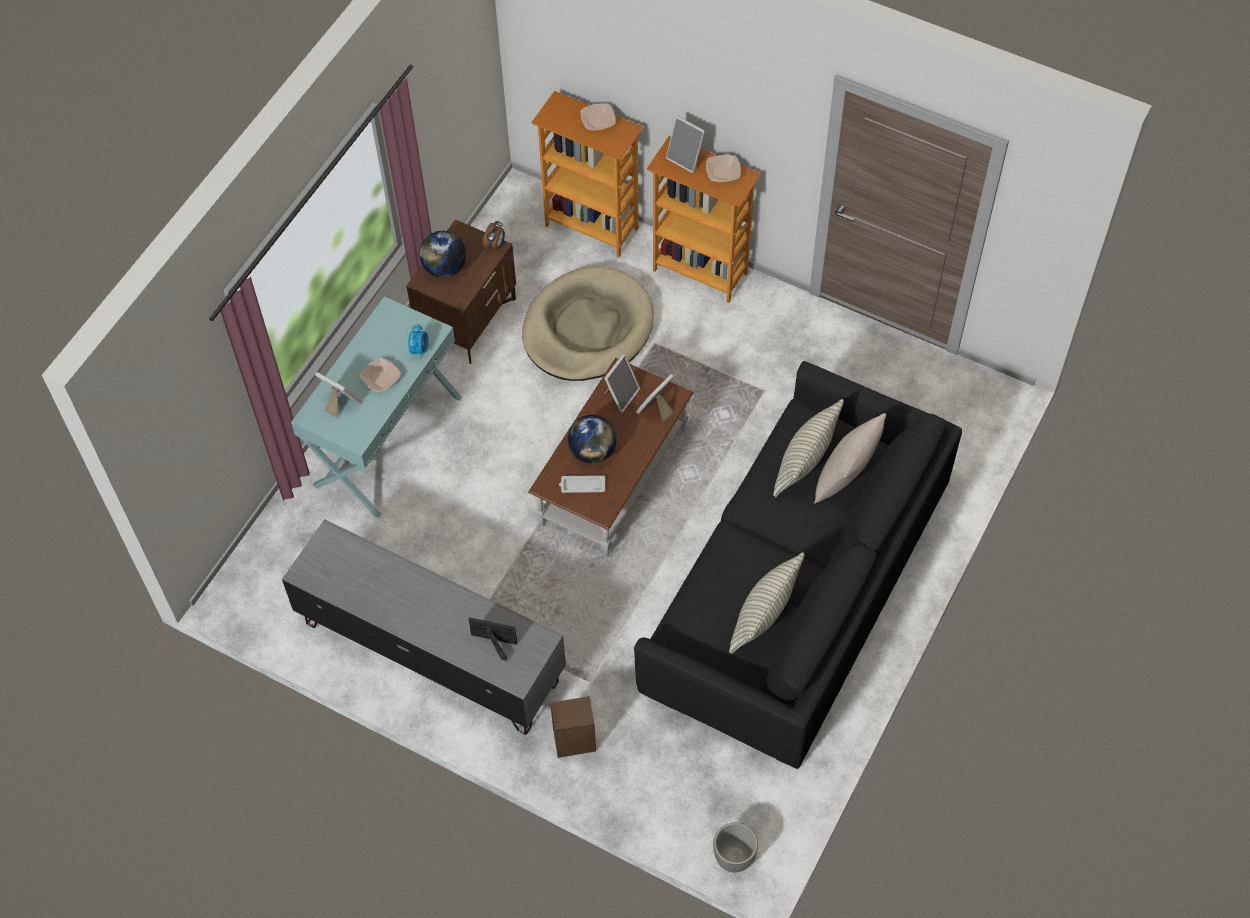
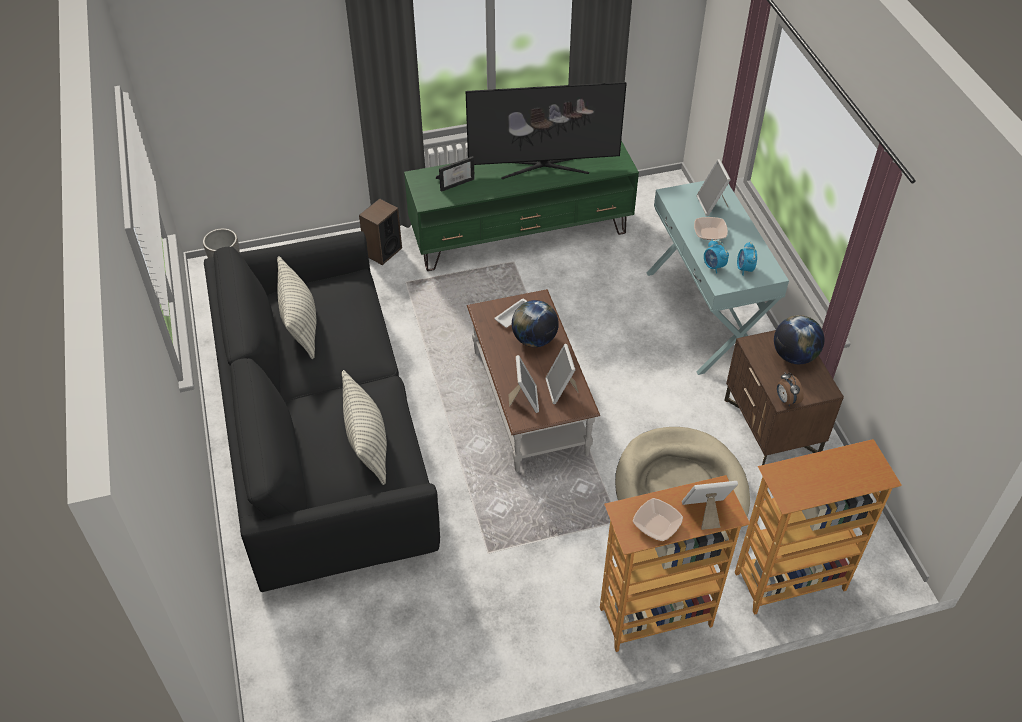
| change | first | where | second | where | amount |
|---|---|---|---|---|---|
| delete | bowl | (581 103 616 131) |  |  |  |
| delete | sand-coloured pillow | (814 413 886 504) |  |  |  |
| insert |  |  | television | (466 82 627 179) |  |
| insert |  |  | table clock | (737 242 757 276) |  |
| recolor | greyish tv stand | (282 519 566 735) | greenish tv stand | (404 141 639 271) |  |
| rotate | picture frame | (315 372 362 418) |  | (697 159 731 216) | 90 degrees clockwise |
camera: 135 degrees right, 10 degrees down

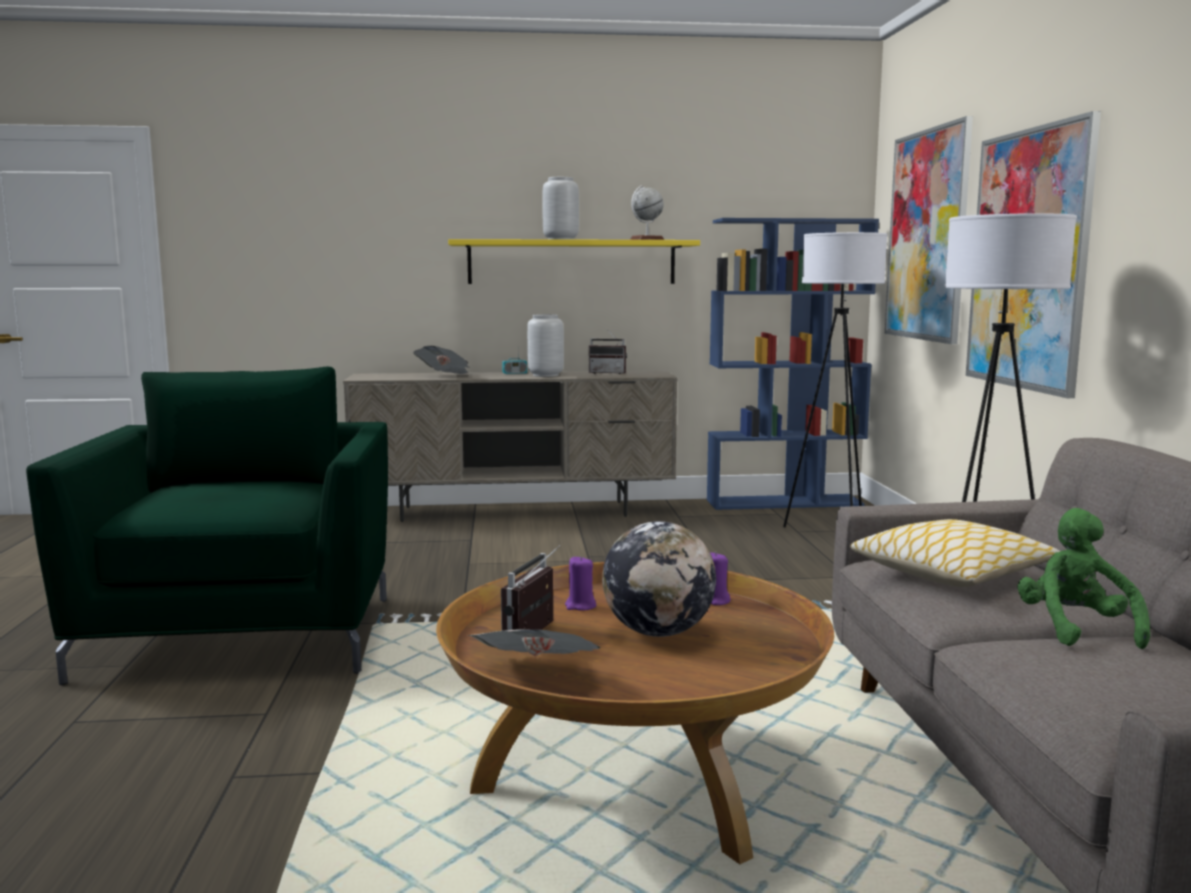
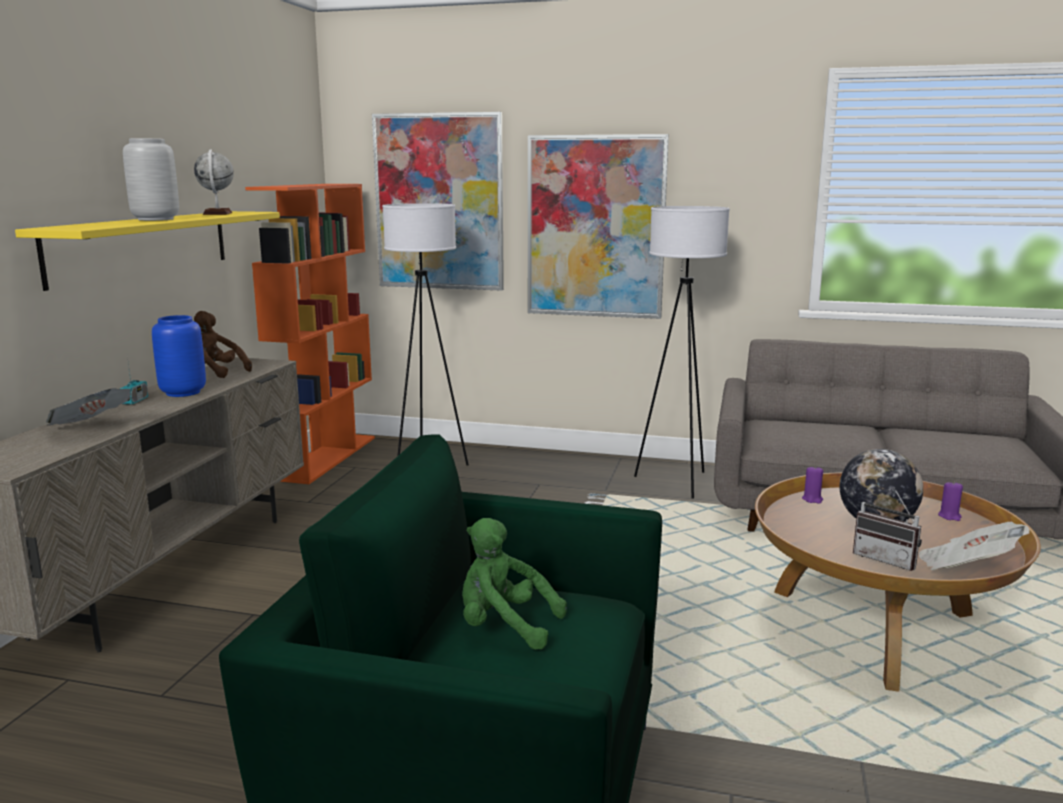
| change | first | where | second | where | amount |
|---|---|---|---|---|---|
| delete | pillow | (851 519 1060 587) |  |  |  |
| move | purplish wax light | (565 556 596 611) |  | (938 481 963 521) |  |
| move | greenish cuddly toy | (1017 508 1150 649) |  | (462 518 567 650) |  |
| replace | radio | (589 329 627 374) | brownish cuddly toy | (194 311 252 378) |  |
| recolor | greyish vase | (527 314 564 377) | bluish vase | (152 315 206 397) |  |
| recolor | bluish bookshelf | (707 218 879 510) | orange-coloured bookshelf | (245 184 375 484) |  |
camera: 70 degrees left, 5 degrees up

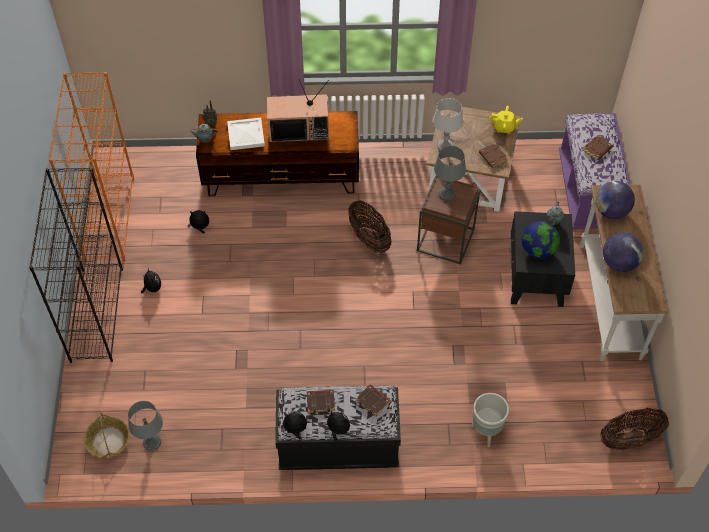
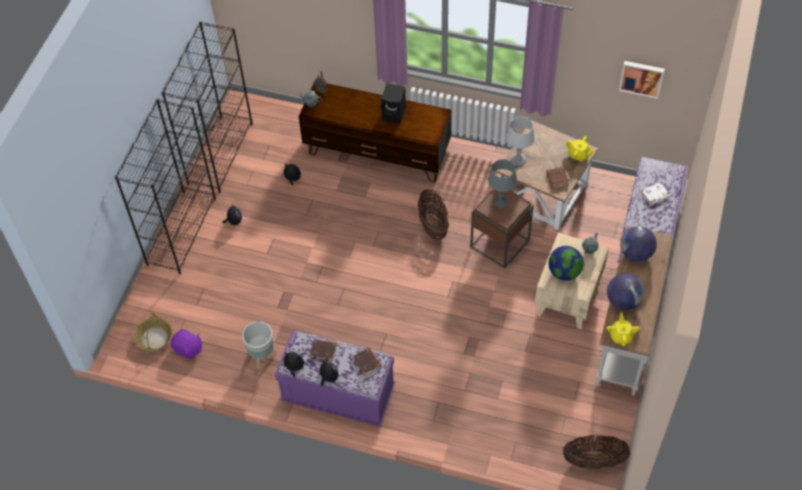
| change | first | where | second | where | amount |
|---|---|---|---|---|---|
| delete | white carrying tray | (227 118 265 150) |  |  |  |
| insert |  |  | yellow tea pot | (607 312 640 346) |  |
| insert |  |  | wall picture | (619 61 665 99) |  |
| move | greyish planter | (470 393 509 447) |  | (242 321 277 370) |  |
| replace | greyish tabletop lamp | (128 401 163 451) | purplish cuddly toy | (171 329 202 360) |  |
| replace | television | (267 80 329 142) | blackish audio speaker | (381 83 406 123) |  |
| recolor | orange-coloured bookshelf | (49 72 134 262) | blackish bookshelf | (162 21 253 193) |  |
| recolor | blackish bench | (275 386 401 470) | purplish bench | (275 331 395 426) |  |
| recolor | blackish end table | (510 211 575 307) | sand-coloured end table | (535 233 609 330) |  |
| recolor | brownish bound book | (583 135 613 160) | white bound book | (641 182 670 205) |  |
camera: 20 degrees right, 0 degrees up

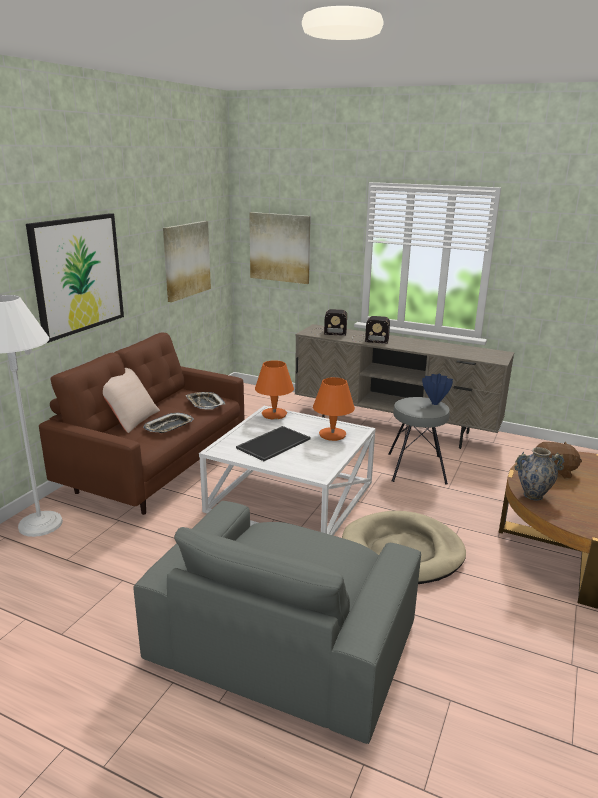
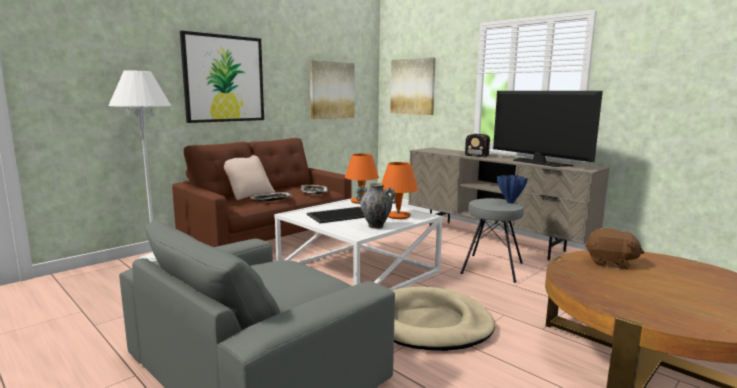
| change | first | where | second | where | amount |
|---|---|---|---|---|---|
| delete | radio | (311 309 347 336) |  |  |  |
| insert |  |  | television | (493 91 603 167) |  |
| move | vase | (514 447 565 501) |  | (356 183 396 229) |  |
camera: 20 degrees right, 10 degrees down

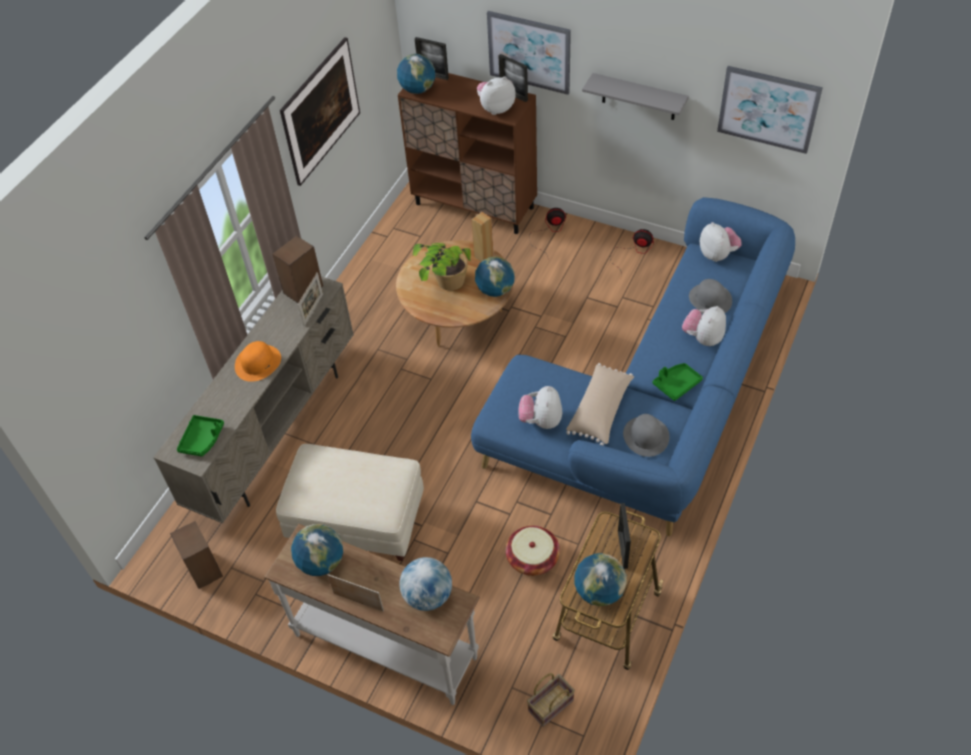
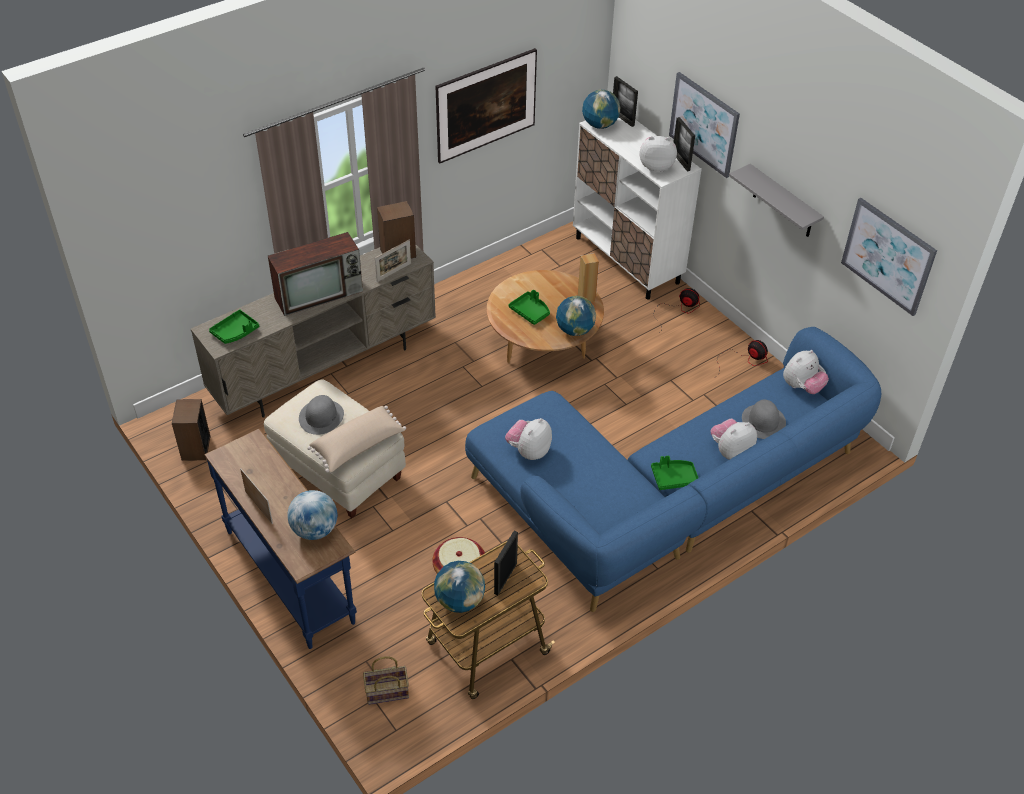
| change | first | where | second | where | amount |
|---|---|---|---|---|---|
| delete | world globe | (291 524 343 576) |  |  |  |
| move | sand-coloured pillow | (566 363 634 445) |  | (307 406 406 473) |  |
| move | greyish clothing hat | (623 414 670 457) |  | (299 395 344 435) |  |
| replace | orange-coloured clothing hat | (235 341 281 382) | television | (268 232 363 316) |  |
| replace | plant in a pot | (412 242 471 291) | greenish carrying tray | (509 290 550 325) |  |
| recolor | white console table | (264 524 480 705) | bluish console table | (204 428 357 649) |  |
| recolor | brownish cupboard | (398 73 537 234) | white cupboard | (573 117 702 299) |  |
| rotate | cuddly toy | (700 222 742 262) |  | (783 350 829 394) | 45 degrees clockwise |
camera: 25 degrees right, 5 degrees down

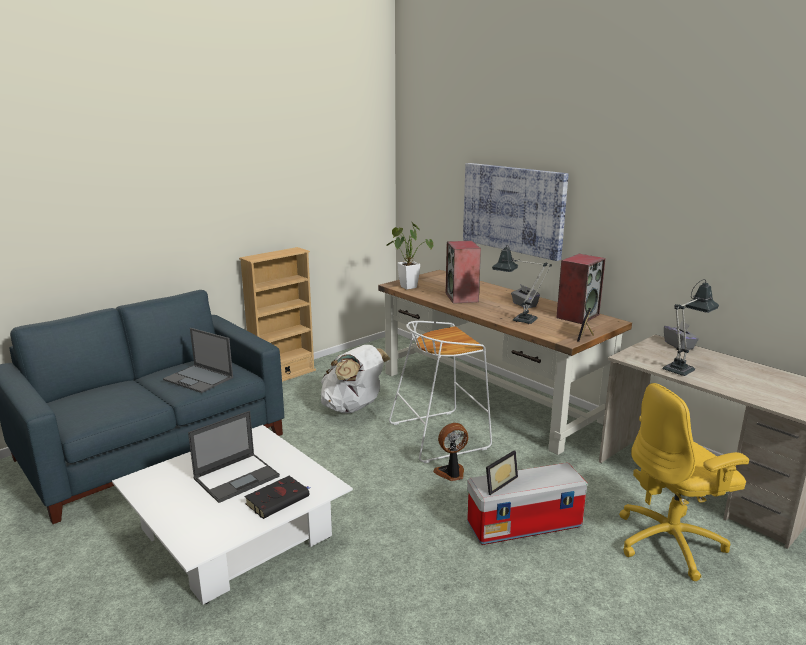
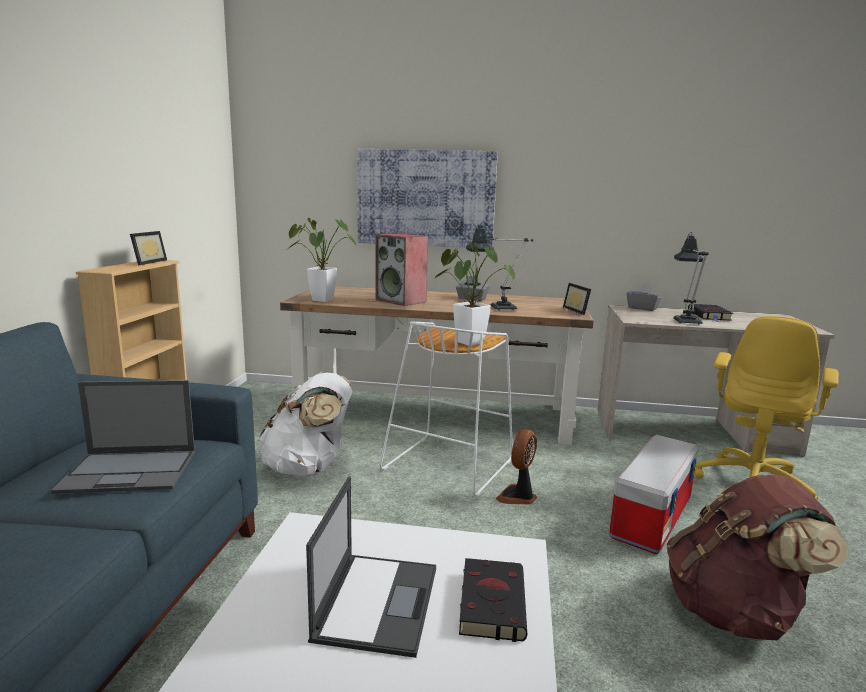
| change | first | where | second | where | amount |
|---|---|---|---|---|---|
| delete | audio speaker | (556 254 606 324) |  |  |  |
| insert |  |  | plant in a pot | (434 242 515 346) |  |
| insert |  |  | brownish knapsack | (667 474 848 640) |  |
| insert |  |  | blackish bound book | (688 304 733 322) |  |
| move | picture frame | (486 450 518 495) |  | (130 231 167 266) |  |
camera: 40 degrees left, 5 degrees down

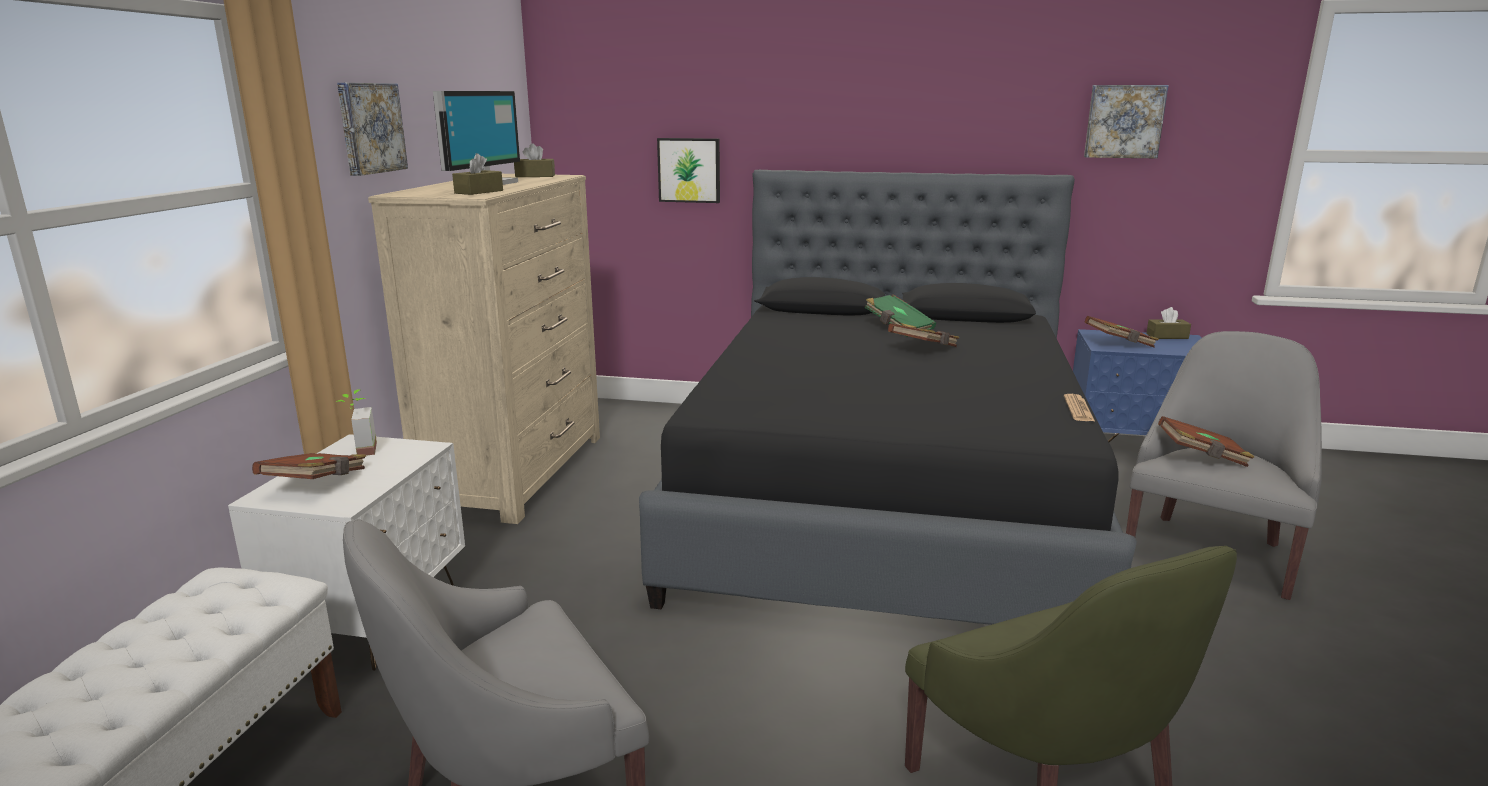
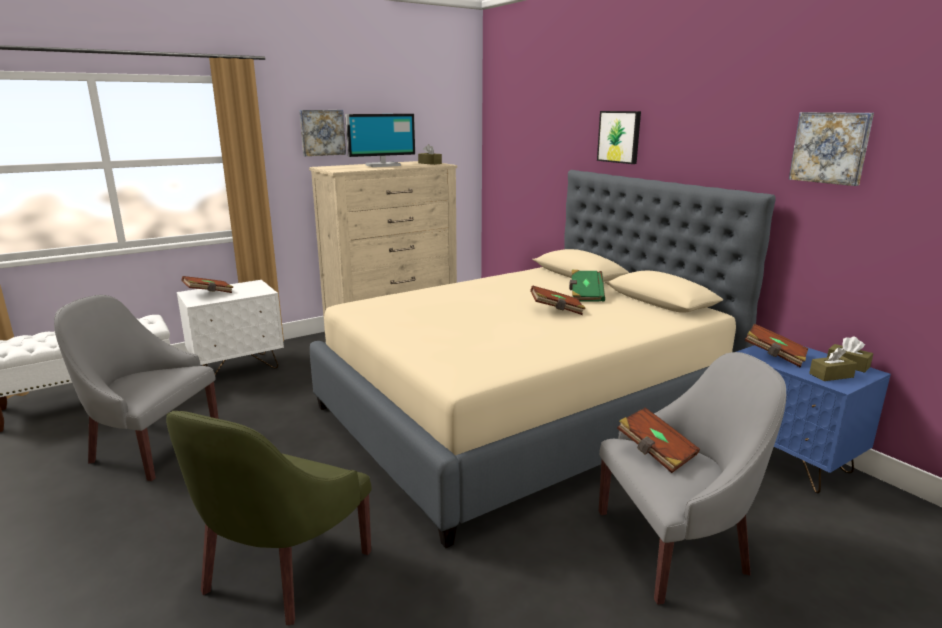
| change | first | where | second | where | amount |
|---|---|---|---|---|---|
| delete | plant in a pot | (336 389 377 456) |  |  |  |
| delete | newspaper | (1064 394 1095 421) |  |  |  |
| move | brownish tissue holder | (452 153 503 195) |  | (809 347 857 381) |  |
| move | wall picture | (657 138 720 203) |  | (597 111 641 164) |  |
| recolor | blackish bed | (639 170 1137 625) | sand-coloured bed | (310 170 776 548) |  |
camera: 45 degrees right, 0 degrees up

